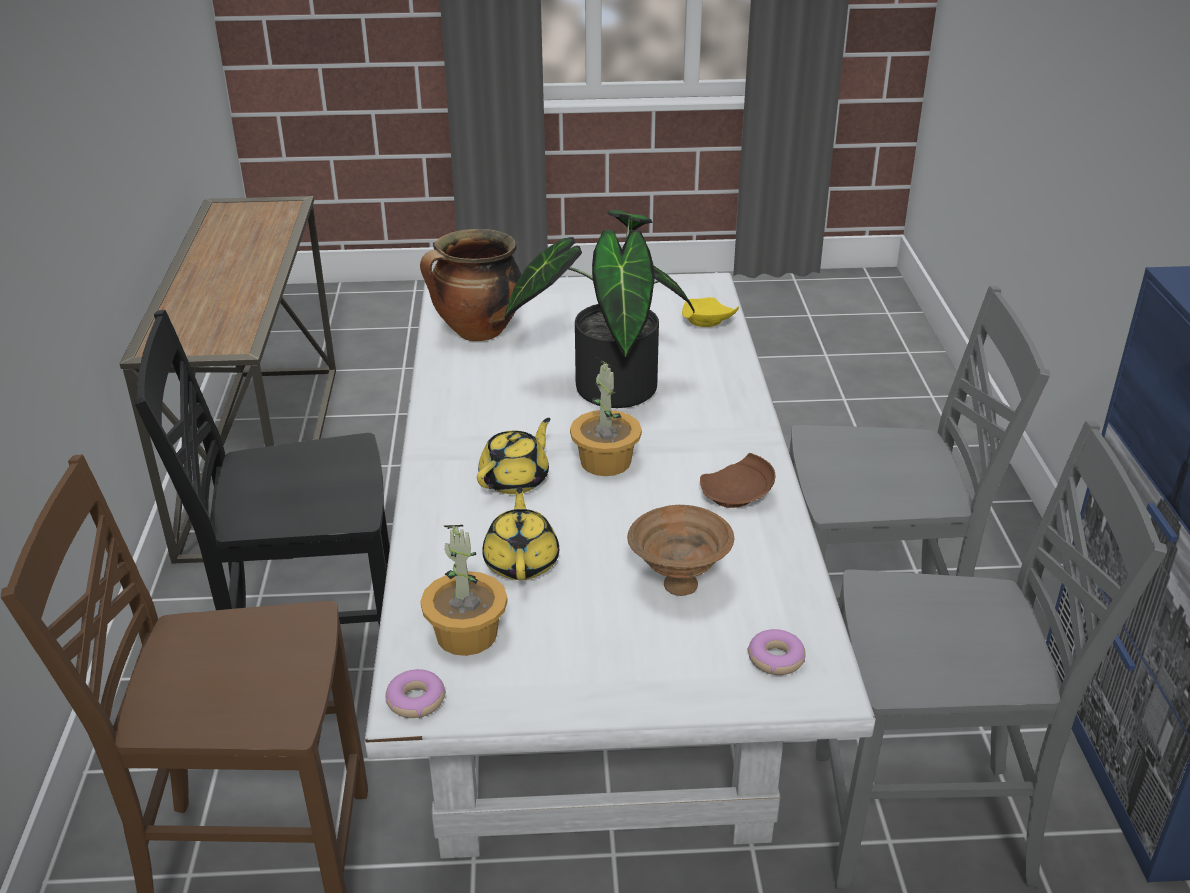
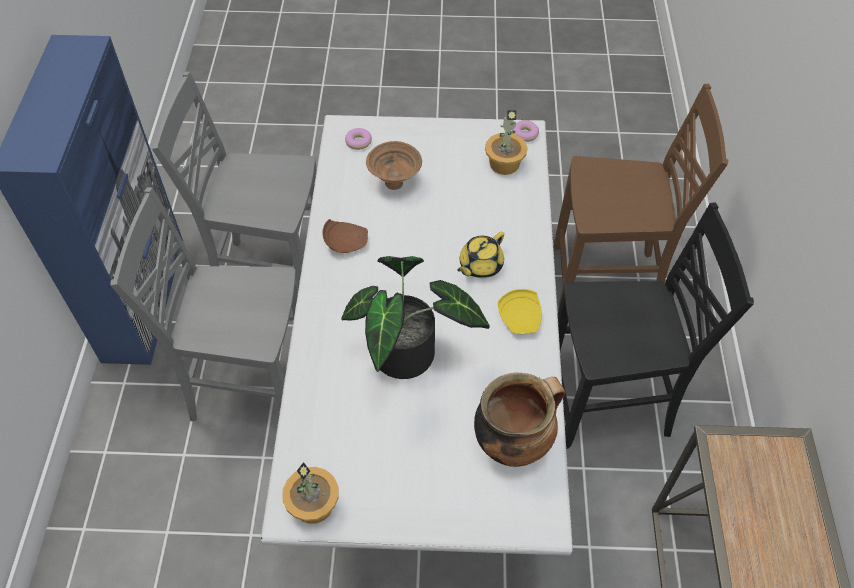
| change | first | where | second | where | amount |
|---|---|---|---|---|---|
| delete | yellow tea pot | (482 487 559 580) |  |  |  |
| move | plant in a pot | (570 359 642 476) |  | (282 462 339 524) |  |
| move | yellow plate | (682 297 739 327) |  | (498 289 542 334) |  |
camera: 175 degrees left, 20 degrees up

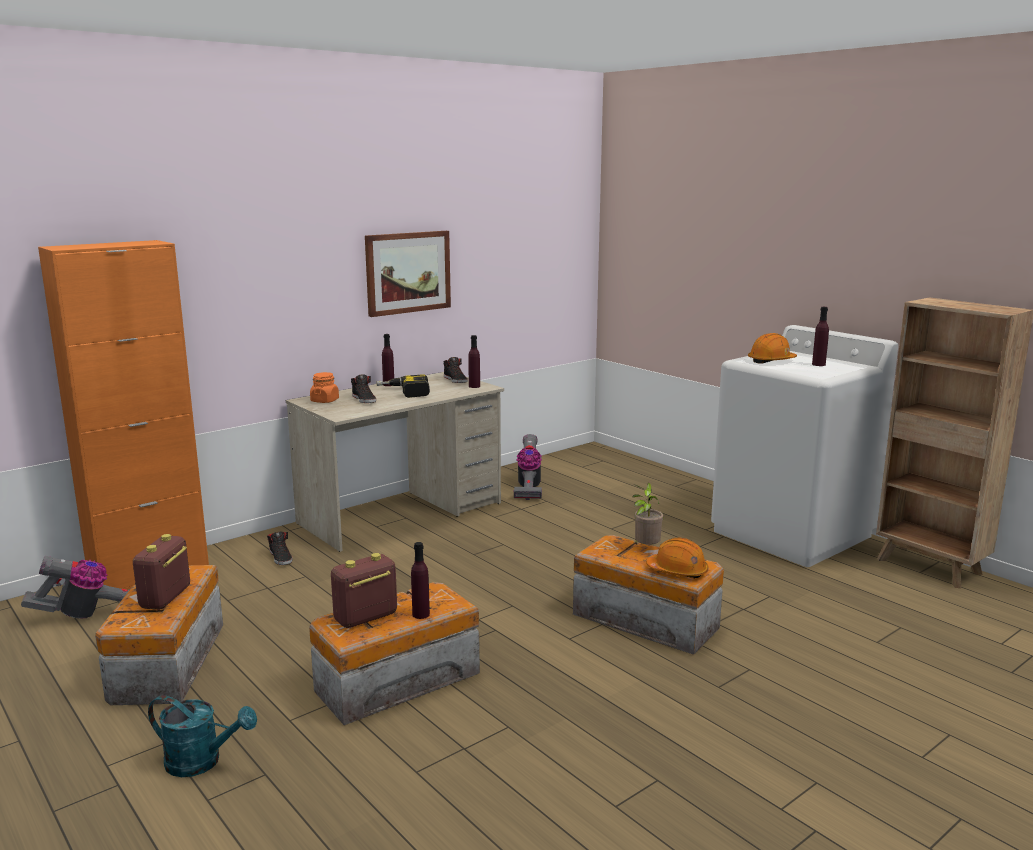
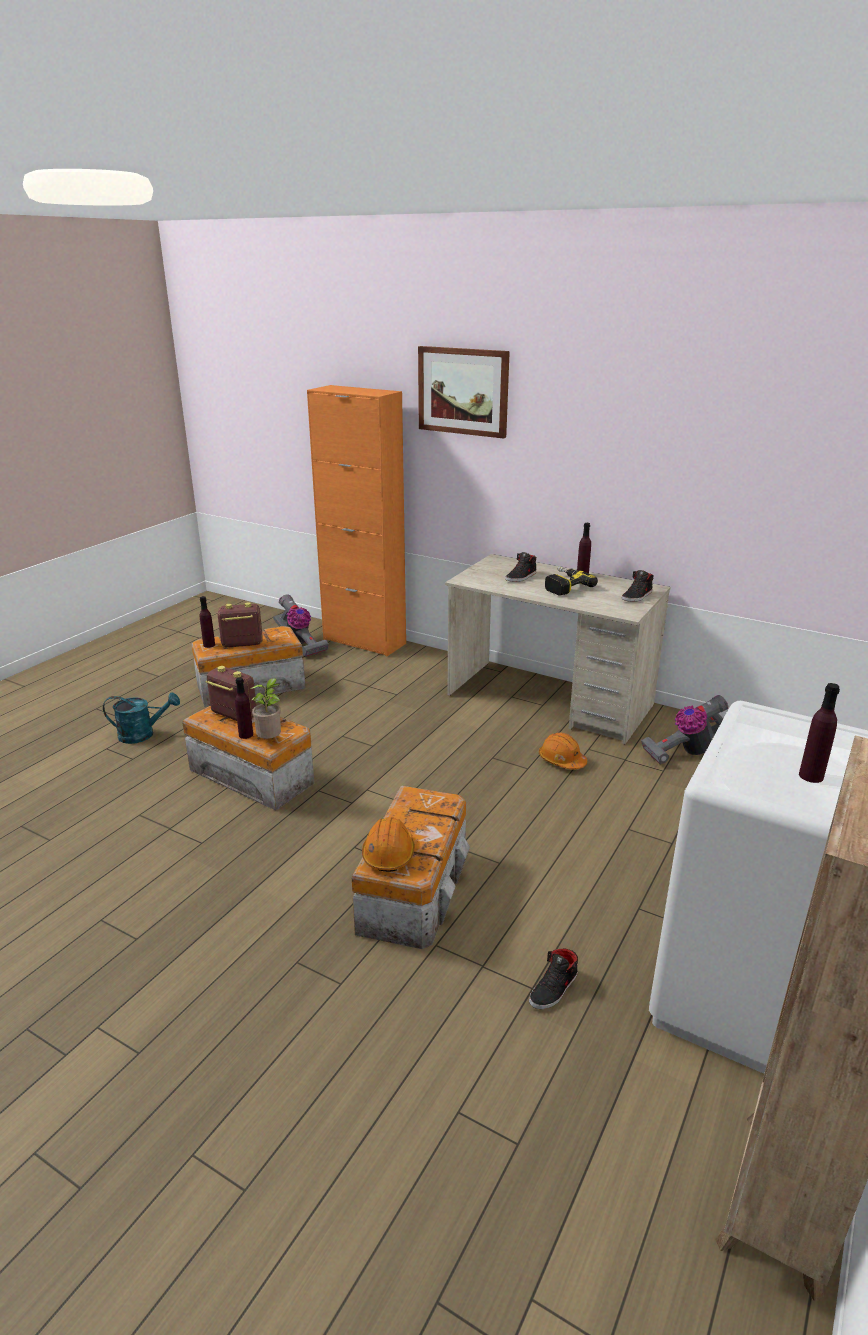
| change | first | where | second | where | amount |
|---|---|---|---|---|---|
| delete | orange-coloured preserve jar | (310 372 339 403) |  |  |  |
| move | blackish item of footwear | (267 532 292 565) |  | (529 949 578 1009) |  |
| move | wall picture | (365 231 451 317) |  | (418 346 510 439) |  |
| move | purplish drink bottle | (468 335 480 388) |  | (200 596 215 648) |  |
| move | plant in a pot | (632 483 663 545) |  | (250 678 281 739) |  |
| move | orange-coloured safety helmet | (748 333 797 364) |  | (539 732 587 770) |  |
| rotate | turquoise watering can | (148 695 257 777) |  | (103 692 180 744) | 90 degrees counterclockwise |
camera: 70 degrees right, 10 degrees up

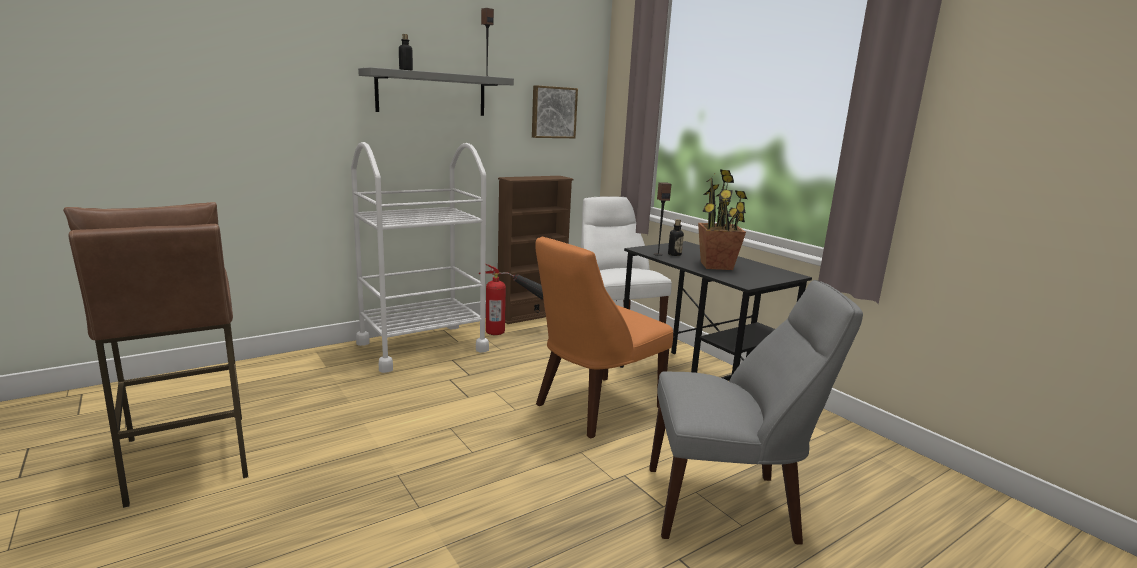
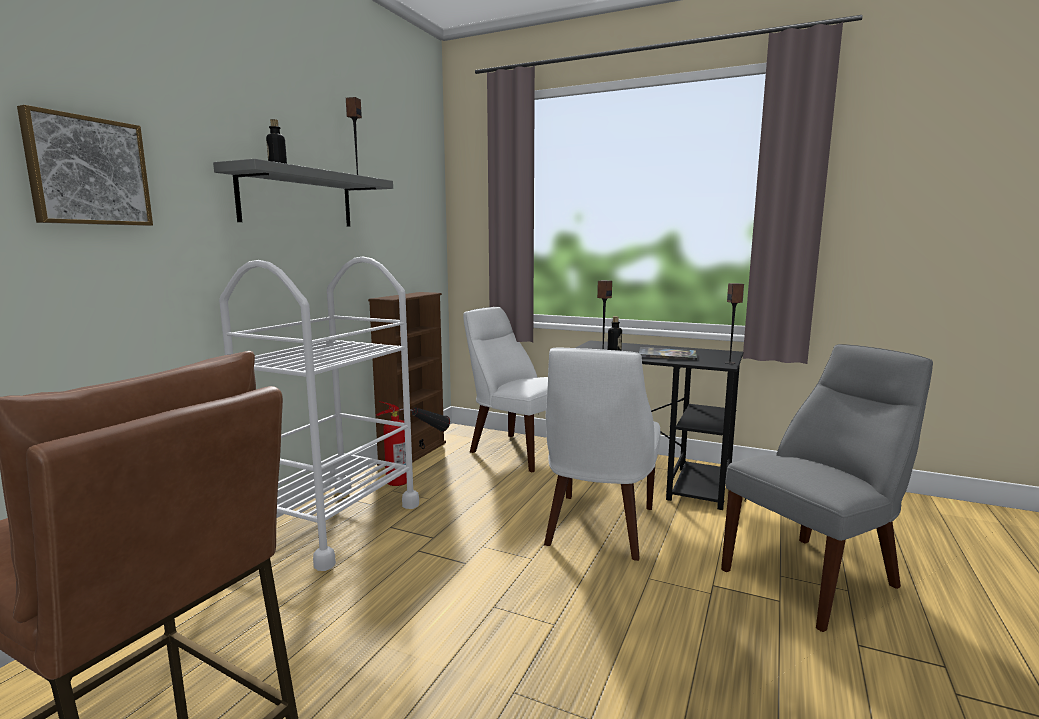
| change | first | where | second | where | amount |
|---|---|---|---|---|---|
| insert |  |  | audio speaker | (724 283 744 364) |  |
| move | wall picture | (532 85 578 138) |  | (17 105 153 226) |  |
| replace | plant in a pot | (698 170 747 270) | bound book | (639 347 697 361) |  |
| recolor | orange-coloured upright chair | (535 237 673 438) | white upright chair | (544 348 660 561) |  |
camera: 30 degrees left, 5 degrees down

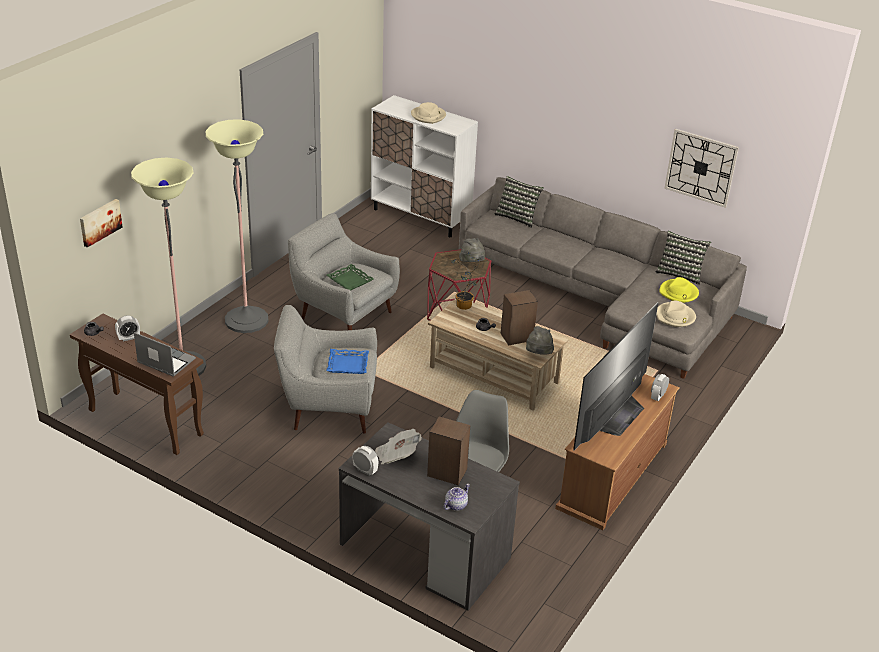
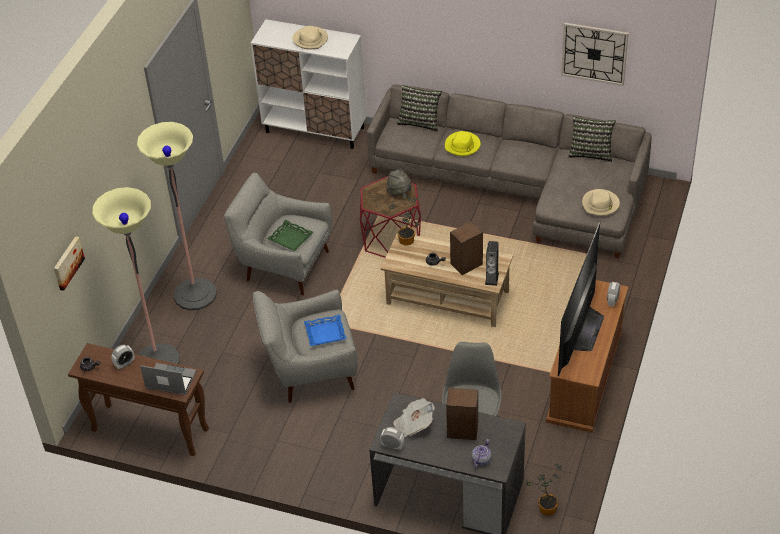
| change | first | where | second | where | amount |
|---|---|---|---|---|---|
| insert |  |  | plant in a pot | (526 464 561 516) |  |
| move | yellow clothing hat | (659 277 699 303) |  | (445 131 481 156) |  |
| replace | greyish clothing hat | (526 326 554 355) | audio speaker | (485 241 499 286) |  |
camera: 10 degrees left, 10 degrees up

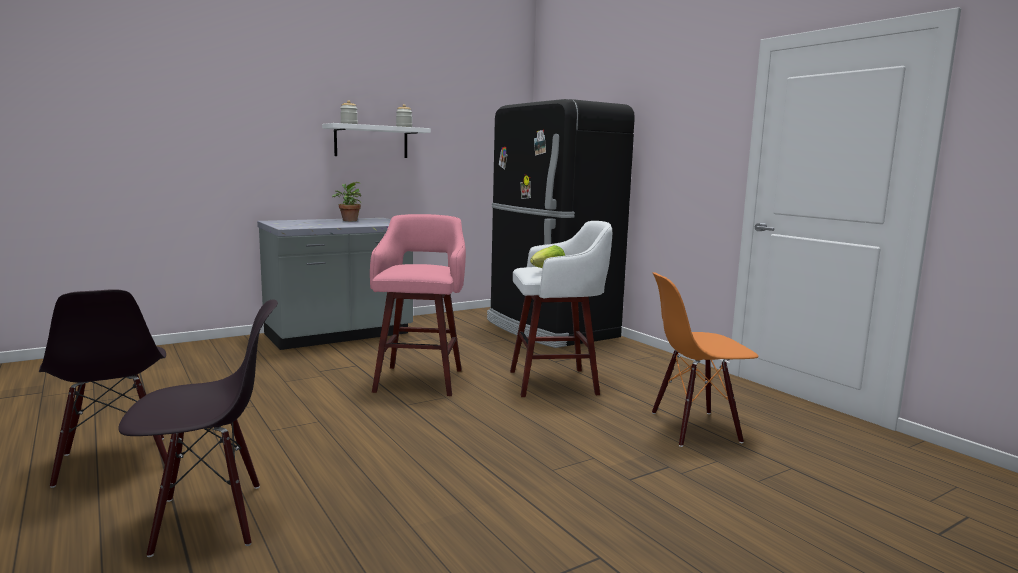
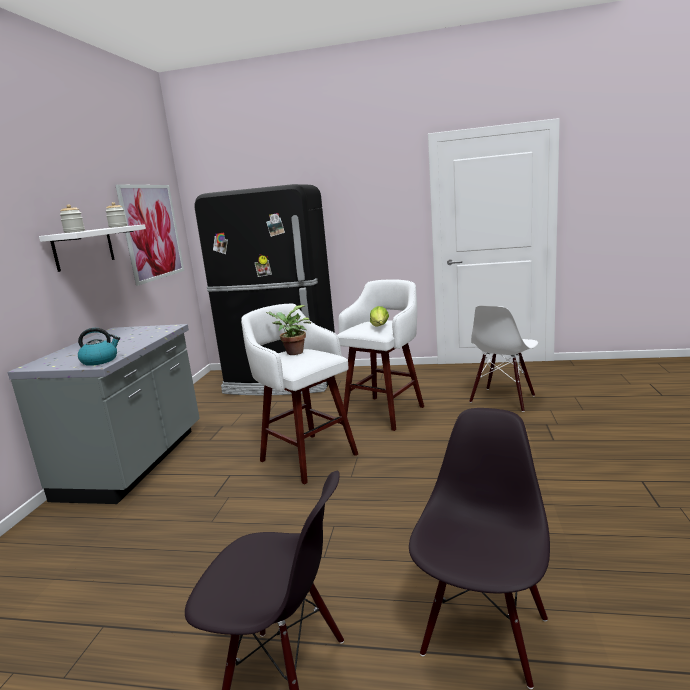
| change | first | where | second | where | amount |
|---|---|---|---|---|---|
| insert |  |  | kettle | (78 328 120 366) |  |
| insert |  |  | wall picture | (115 184 184 286) |  |
| move | plant in a pot | (332 182 362 221) |  | (266 305 311 355) |  |
| recolor | pink sitting stool | (370 214 466 396) | white sitting stool | (241 304 358 485) |  |
| recolor | orange-coloured upright chair | (652 272 758 447) | white upright chair | (469 305 538 412) |  |
camera: 45 degrees left, 5 degrees up

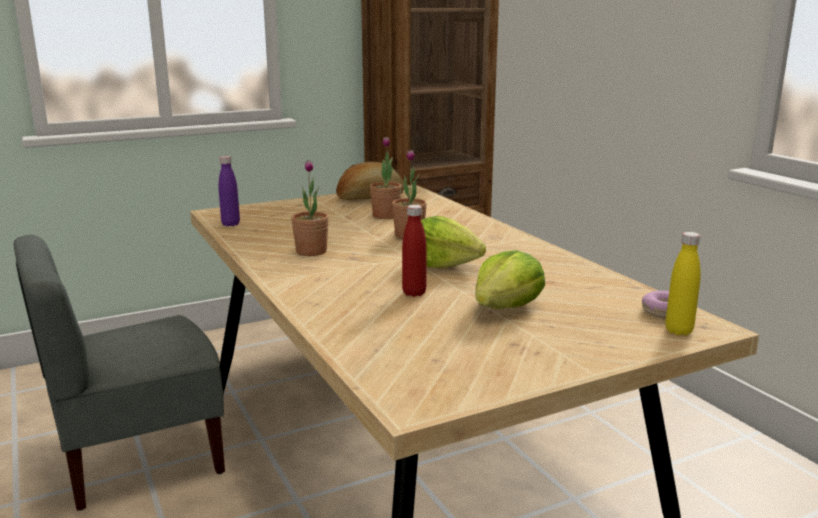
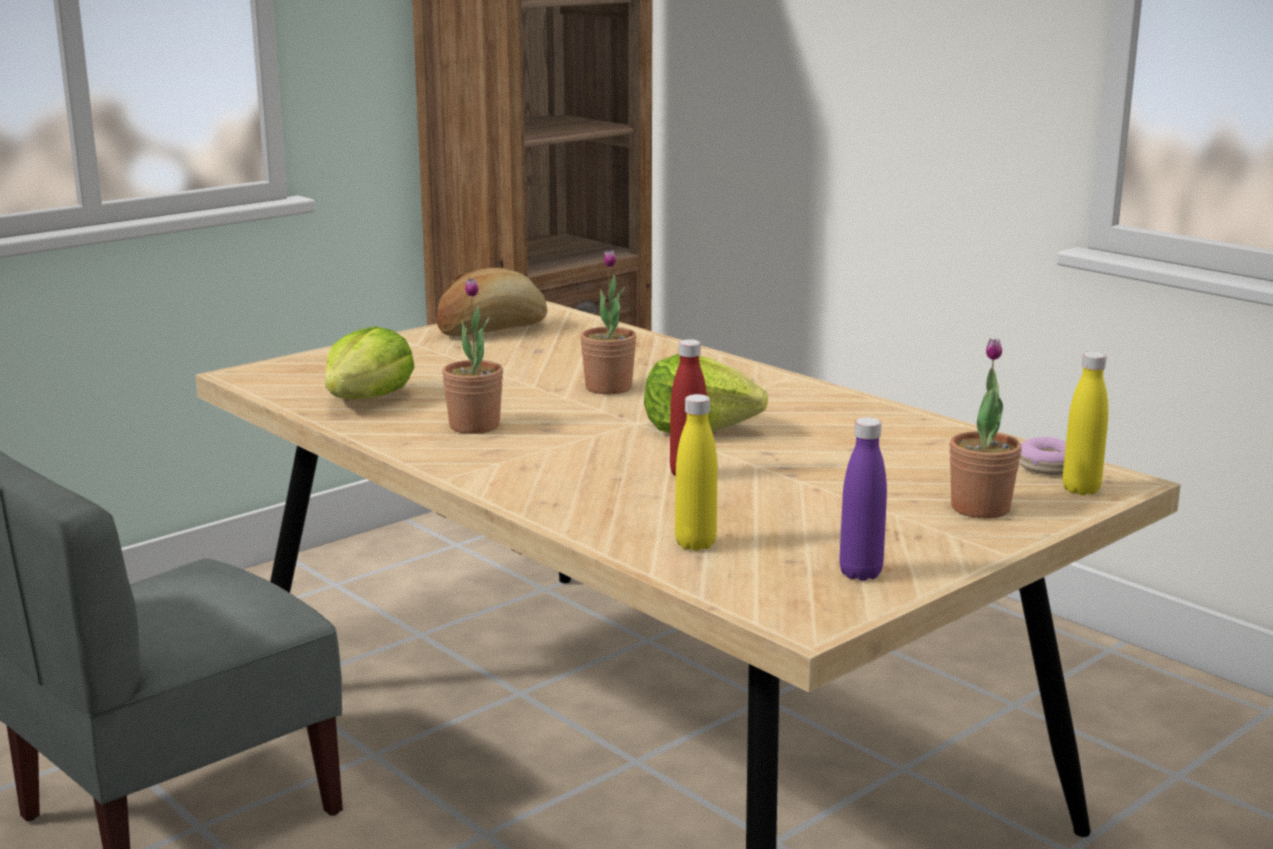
| change | first | where | second | where | amount |
|---|---|---|---|---|---|
| insert |  |  | yellow drink bottle | (675 394 717 551) |  |
| move | purplish drink bottle | (219 156 240 226) |  | (839 417 887 581) |  |
| move | plant in a pot | (370 137 402 219) |  | (949 339 1022 519) |  |
| move | head of lettuce | (475 250 545 309) |  | (325 326 415 399) |  |
camera: 15 degrees left, 0 degrees up

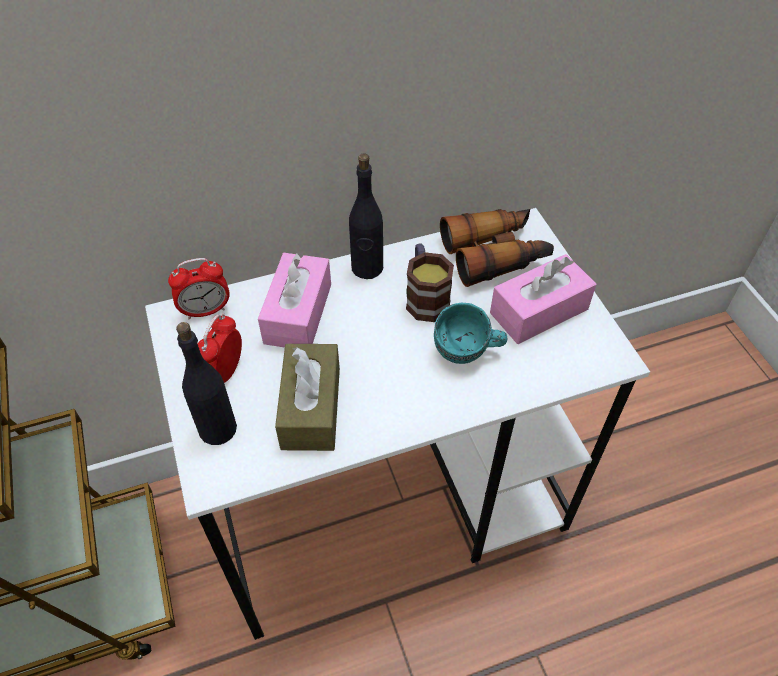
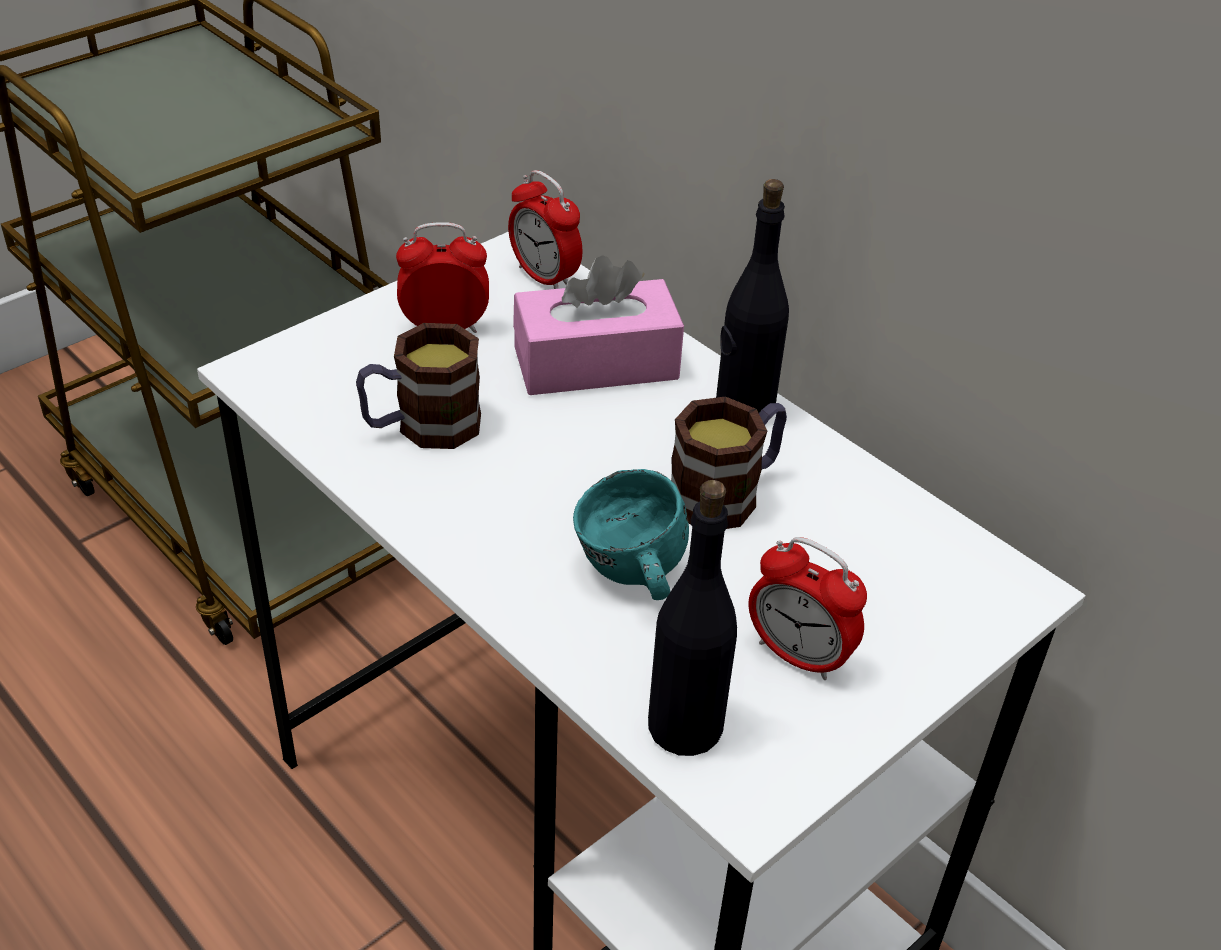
| change | first | where | second | where | amount |
|---|---|---|---|---|---|
| delete | binoculars | (440 209 554 287) |  |  |  |
| move | blackish drink bottle | (176 322 237 445) |  | (648 480 737 756) |  |
| replace | brownish tissue holder | (275 344 340 451) | tea mug | (356 323 481 449) |  |
| replace | pink tissue holder | (490 254 596 344) | table clock | (749 537 867 680) |  |
camera: 65 degrees right, 10 degrees down

